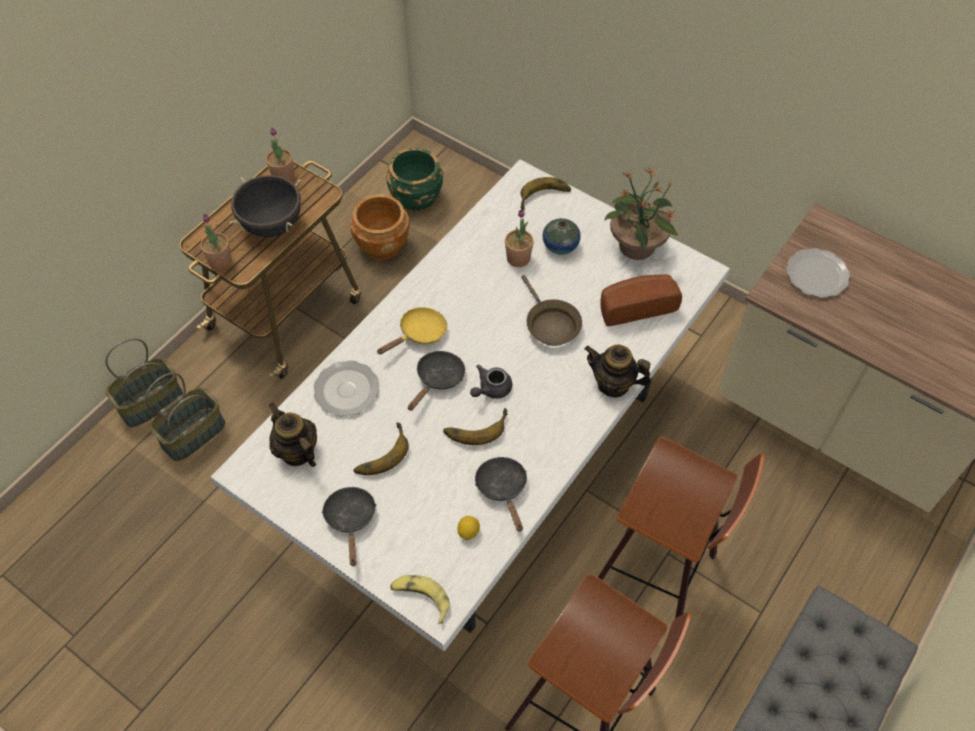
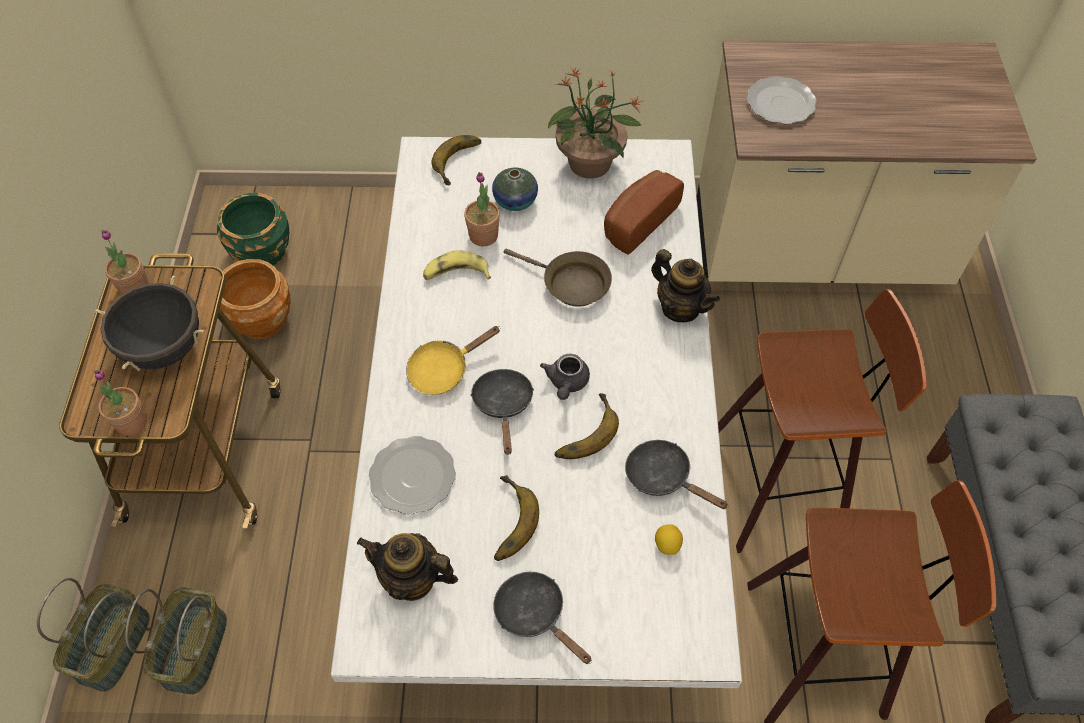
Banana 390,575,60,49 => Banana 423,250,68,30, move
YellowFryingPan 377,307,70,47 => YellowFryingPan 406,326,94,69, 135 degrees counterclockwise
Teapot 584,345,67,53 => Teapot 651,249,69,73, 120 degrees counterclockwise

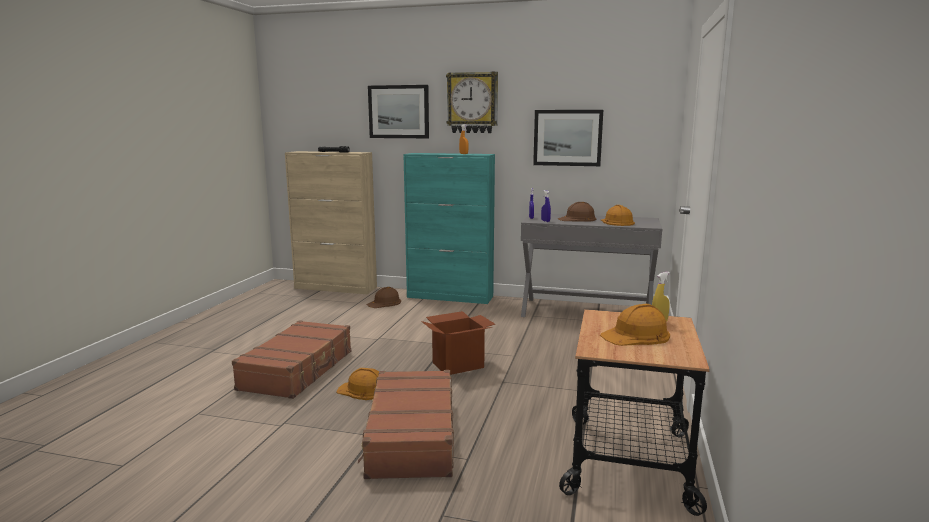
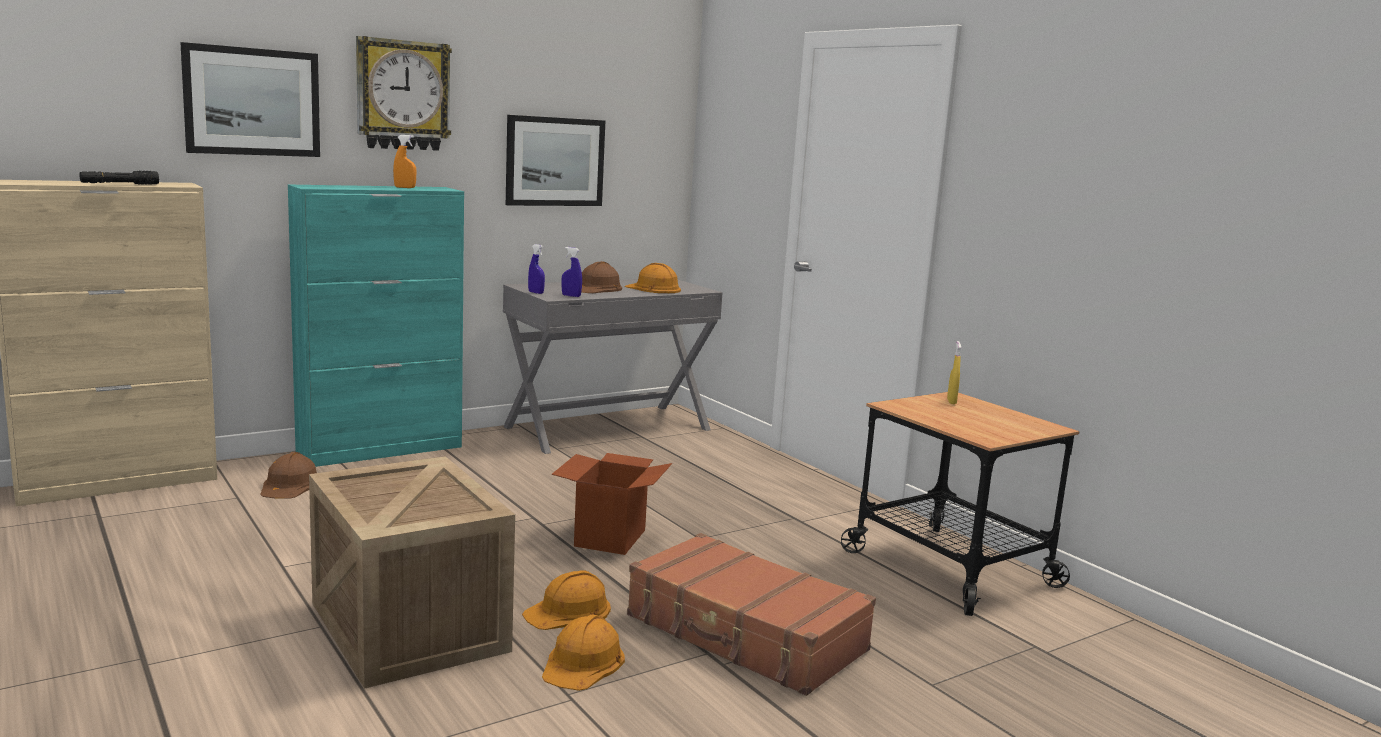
OrangeHardHat 600,304,70,42 => OrangeHardHat 542,614,83,77, move
BrownSuitcase 232,320,119,79 => Crate 309,456,206,233

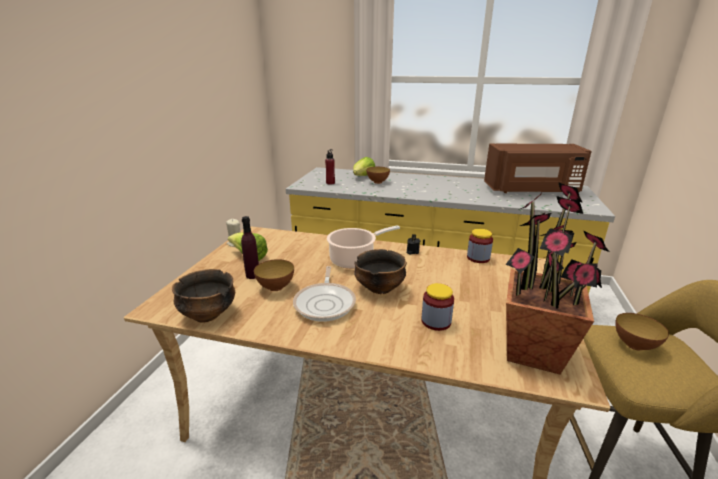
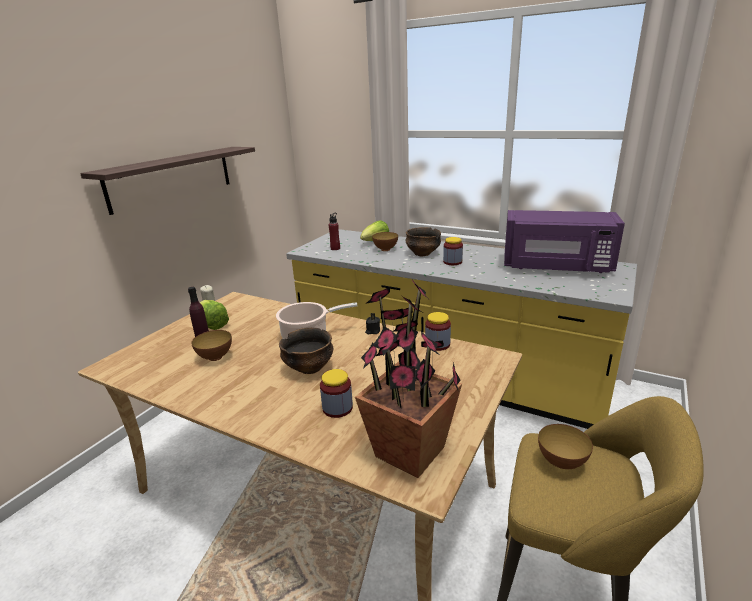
FryingPan 293,266,63,56 => nothing
nothing => Shelf 80,147,175,68
nothing => Jar 443,237,20,28
Bowl 172,269,63,54 => Bowl 405,227,36,29, move
BrownMicrowave 484,144,108,49 => PurpleMicrowave 504,210,121,63

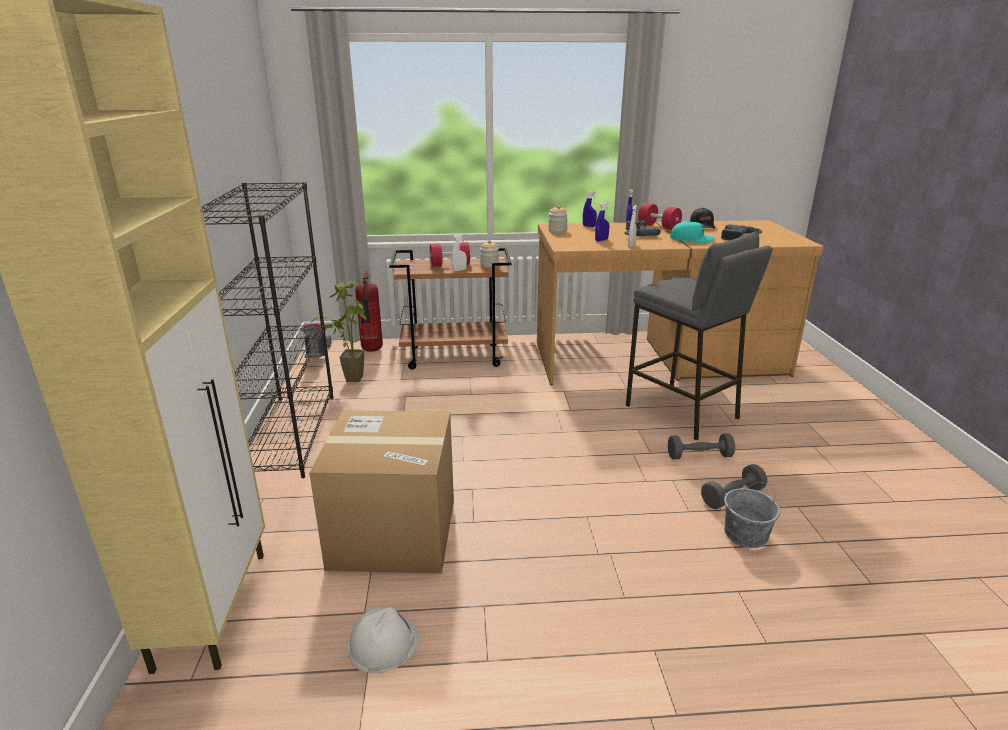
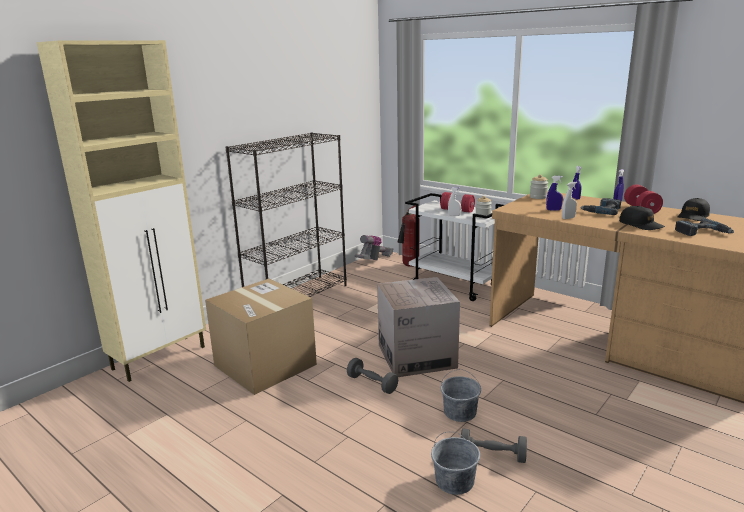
PottedPlant 310,281,57,101 => nothing
WhiteHardHat 348,607,71,66 => nothing
GreyStool 626,232,146,208 => nothing
nothing => CardboardBox 377,277,83,100
nothing => GreyBucket 441,369,40,53
GreyDumbbell 668,433,67,26 => GreyDumbbell 347,358,51,36, move
BrownCart 389,248,123,122 => WhiteCart 405,193,99,108
TurquoiseCap 670,221,45,22 => BlackCap 619,206,46,24

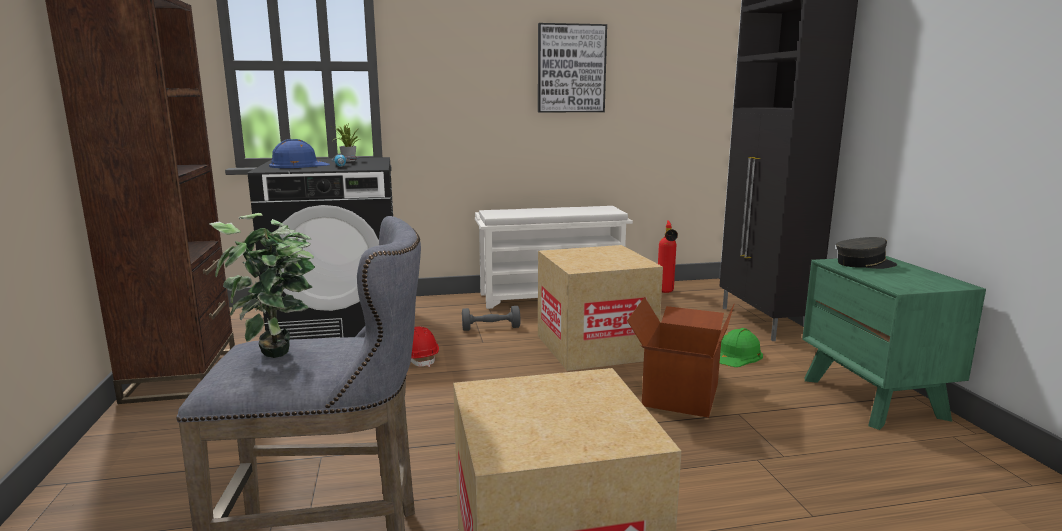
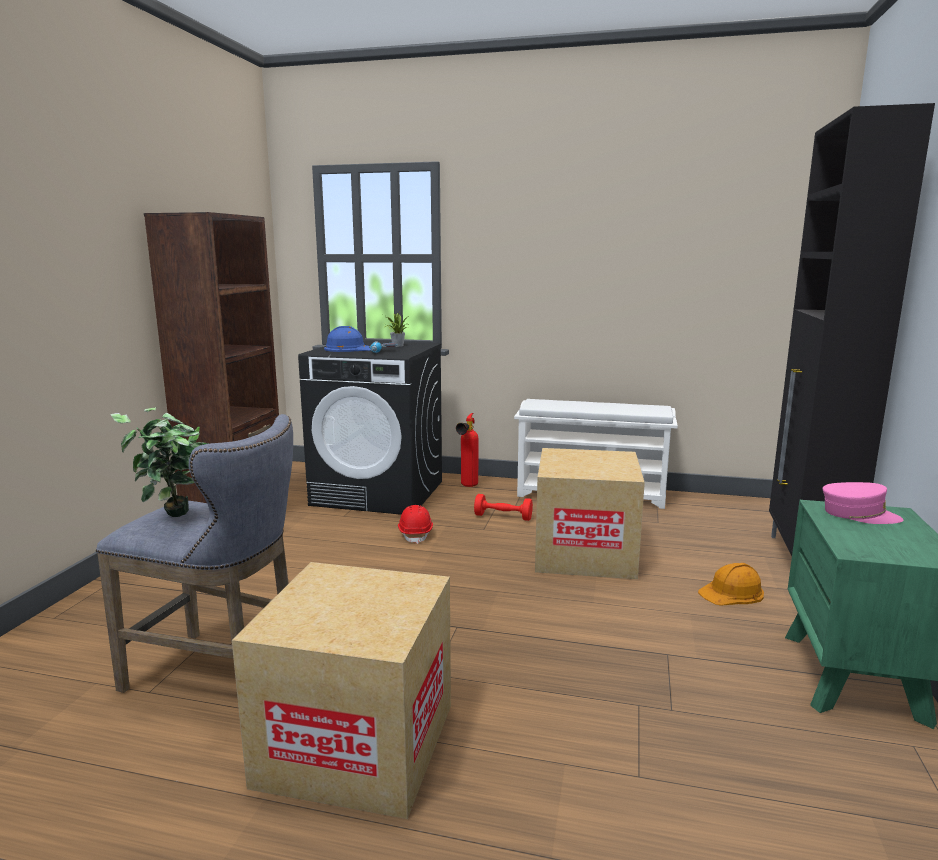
Picture 538,23,69,90 => nothing
CardboardBox 627,297,107,121 => nothing
FireExtinguisher 658,220,20,73 => FireExtinguisher 456,413,22,74, move
GreyDumbbell 462,306,58,25 => RedDumbbell 474,494,59,27
GreenHardHat 720,328,43,39 => OrangeHardHat 698,563,66,43
GreyCap 836,237,62,32 => PinkCap 823,482,80,42

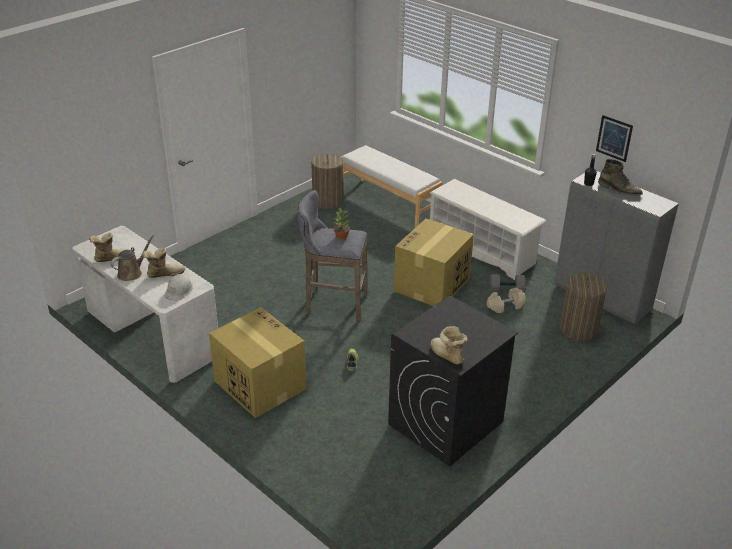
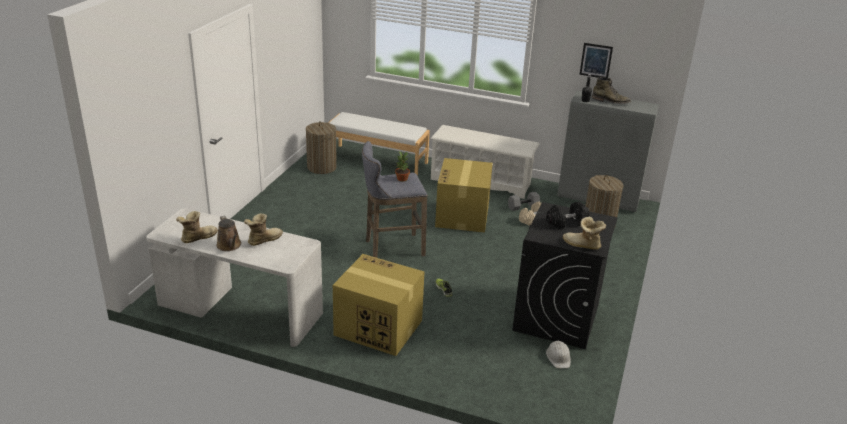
nothing => BlackDumbbell 546,202,44,27
WhiteHardHat 165,274,28,27 => WhiteHardHat 546,341,25,27, move
BrownWateringCan 111,235,43,46 => BrownWateringCan 216,215,25,36, 135 degrees clockwise

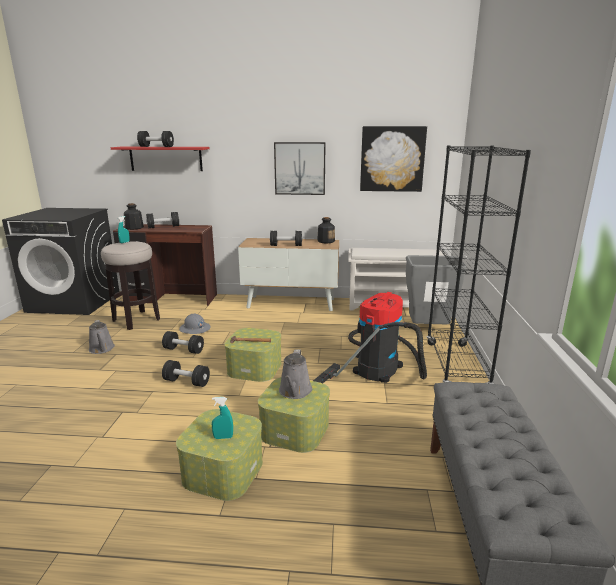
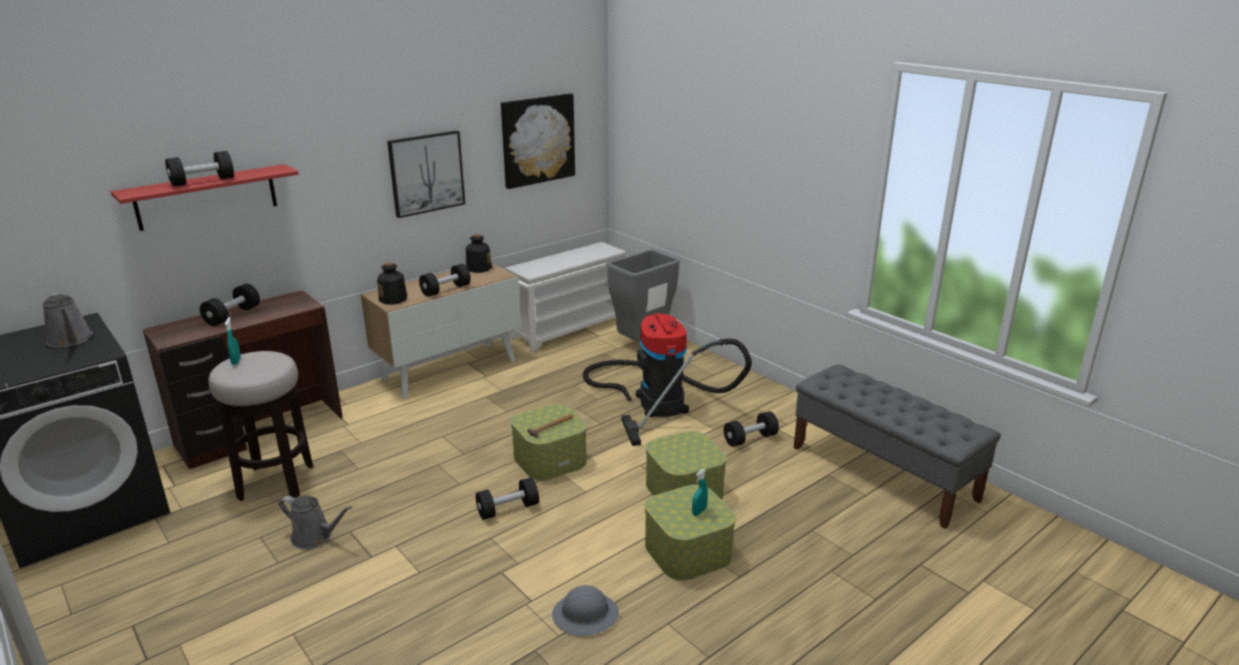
BlackBookcase 427,145,104,239 => nothing
Bottle 124,203,20,27 => Bottle 377,262,30,43, move
BlackDumbbell 162,331,42,23 => BlackDumbbell 724,411,55,36, move
GreyHardHat 179,313,31,21 => GreyHardHat 552,585,67,51, move
GreyWateringCan 279,349,33,50 => GreyWateringCan 42,292,51,56, move

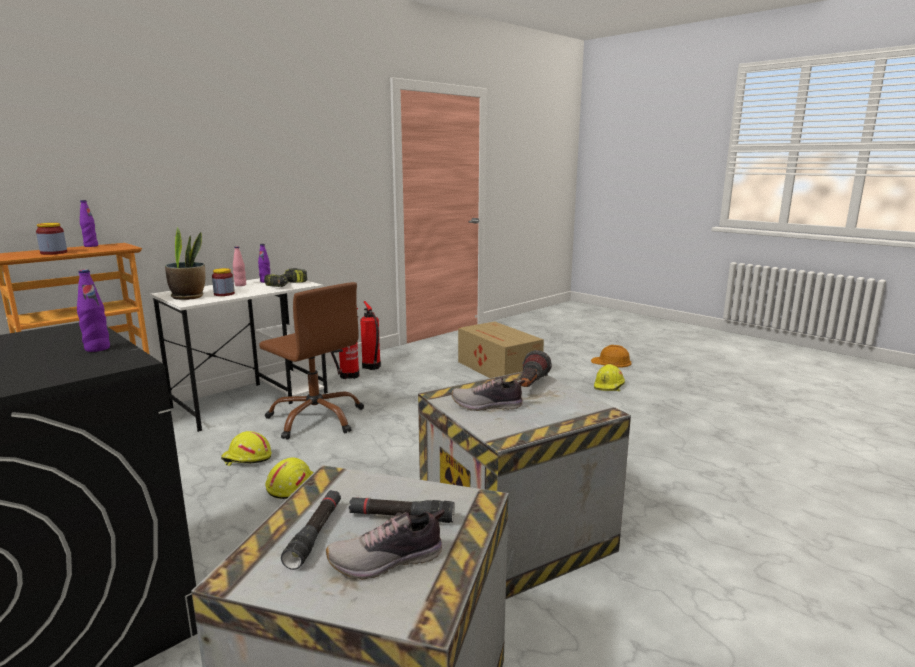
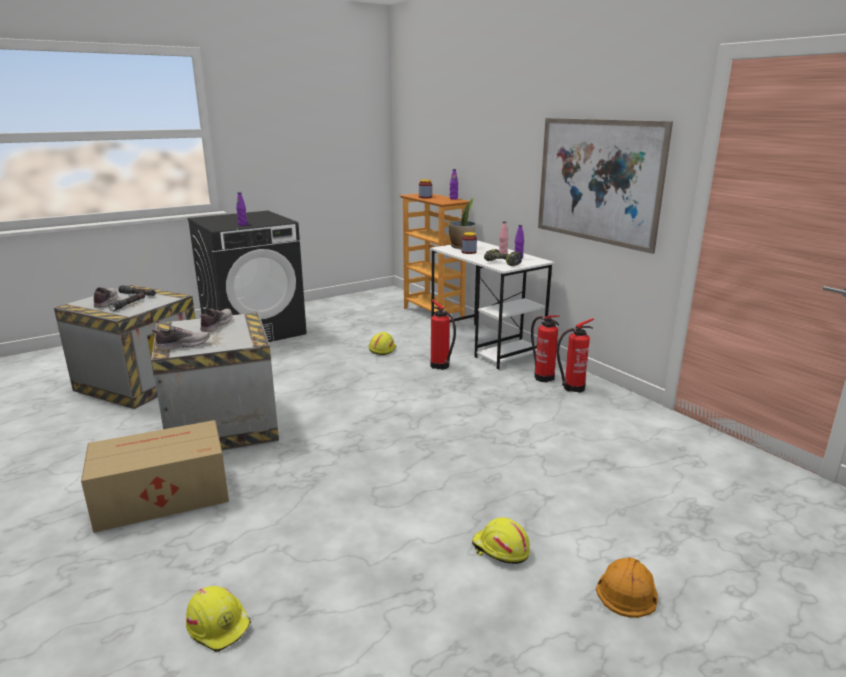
Flashlight 520,350,32,37 => nothing
nothing => Shoe 152,326,58,24
nothing => Picture 538,118,135,136
YellowHardHat 265,457,49,42 => YellowHardHat 186,586,65,66, move
CardboardBox 458,322,86,56 => CardboardBox 81,420,148,113, move
BrownOfficeChair 259,282,105,158 => FireExtinguisher 430,299,26,71

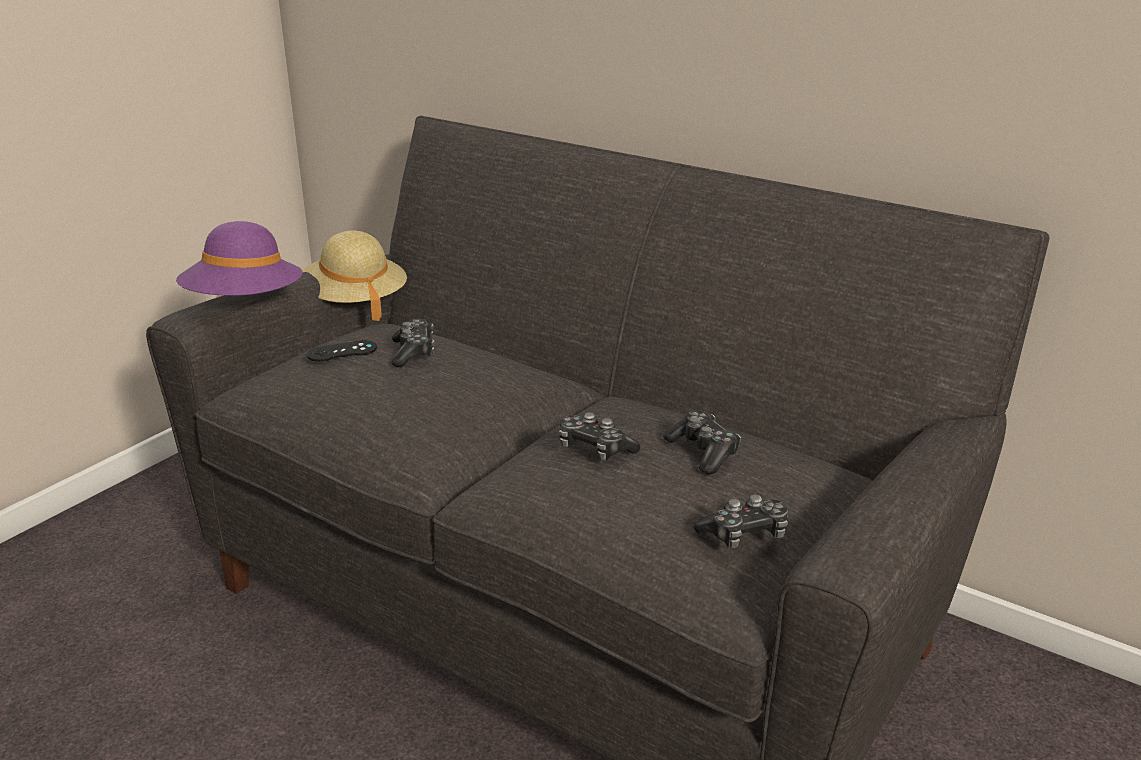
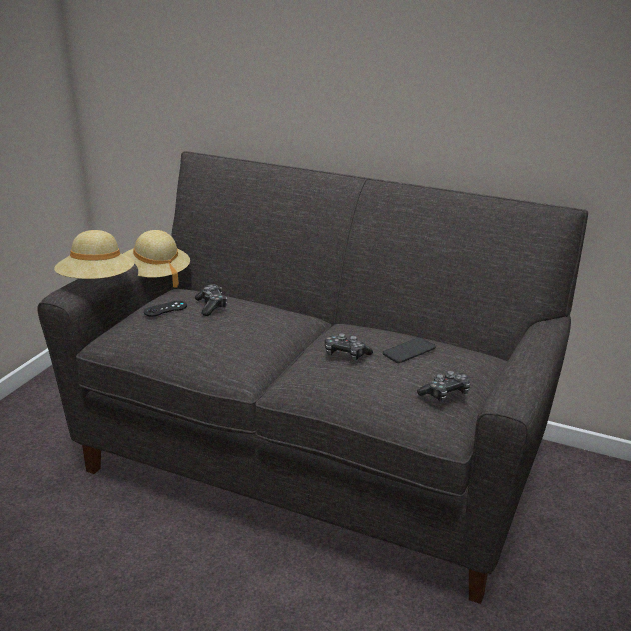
GameController 663,410,78,64 => Phone 383,337,53,26
PurpleHat 176,221,127,75 => BeigeHat 54,230,80,49

